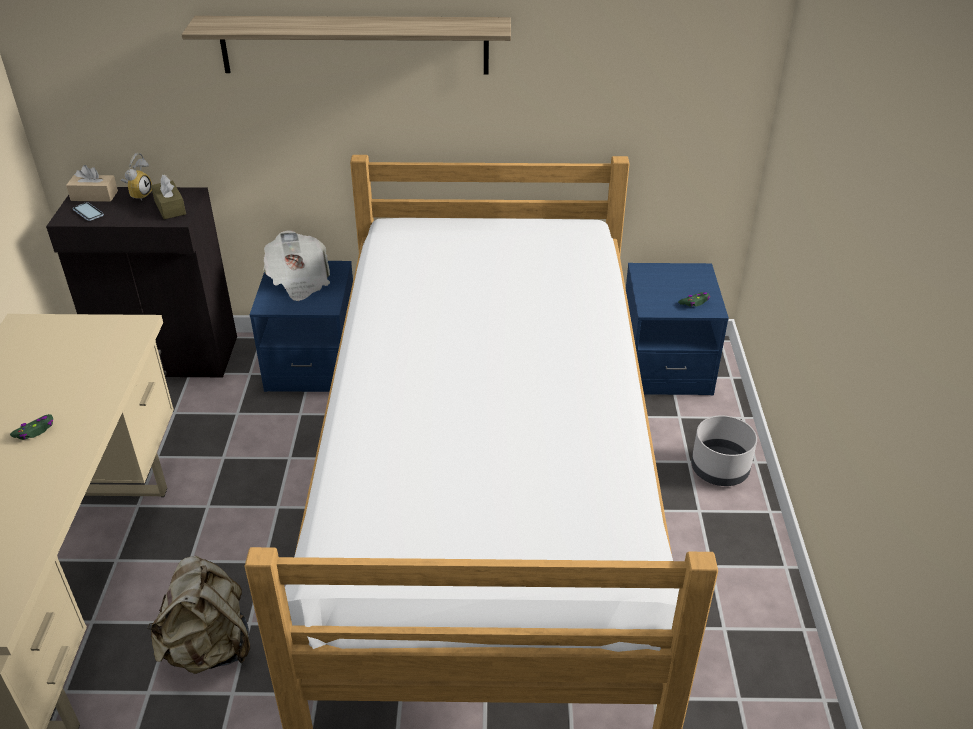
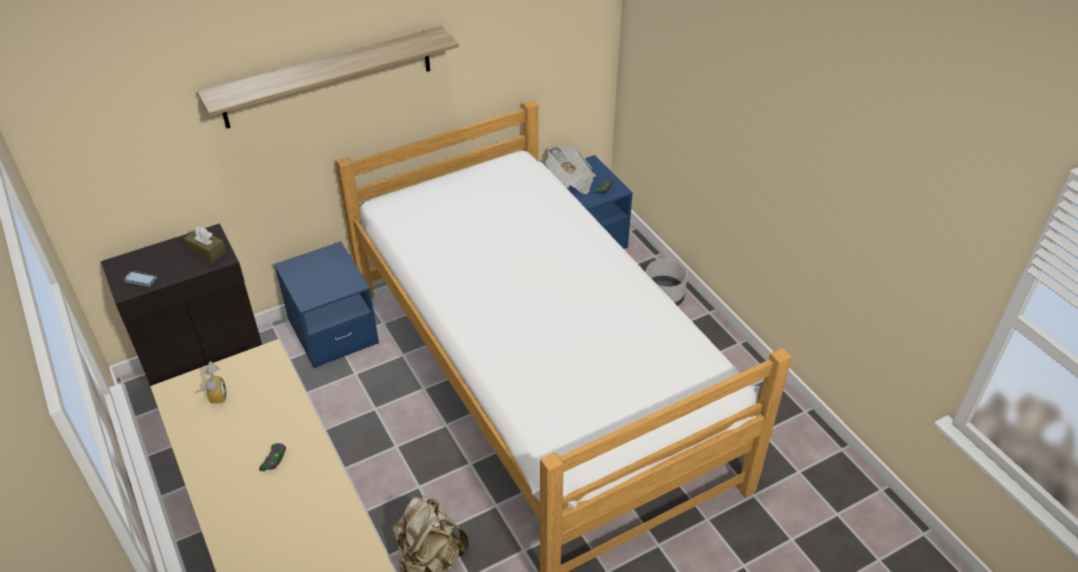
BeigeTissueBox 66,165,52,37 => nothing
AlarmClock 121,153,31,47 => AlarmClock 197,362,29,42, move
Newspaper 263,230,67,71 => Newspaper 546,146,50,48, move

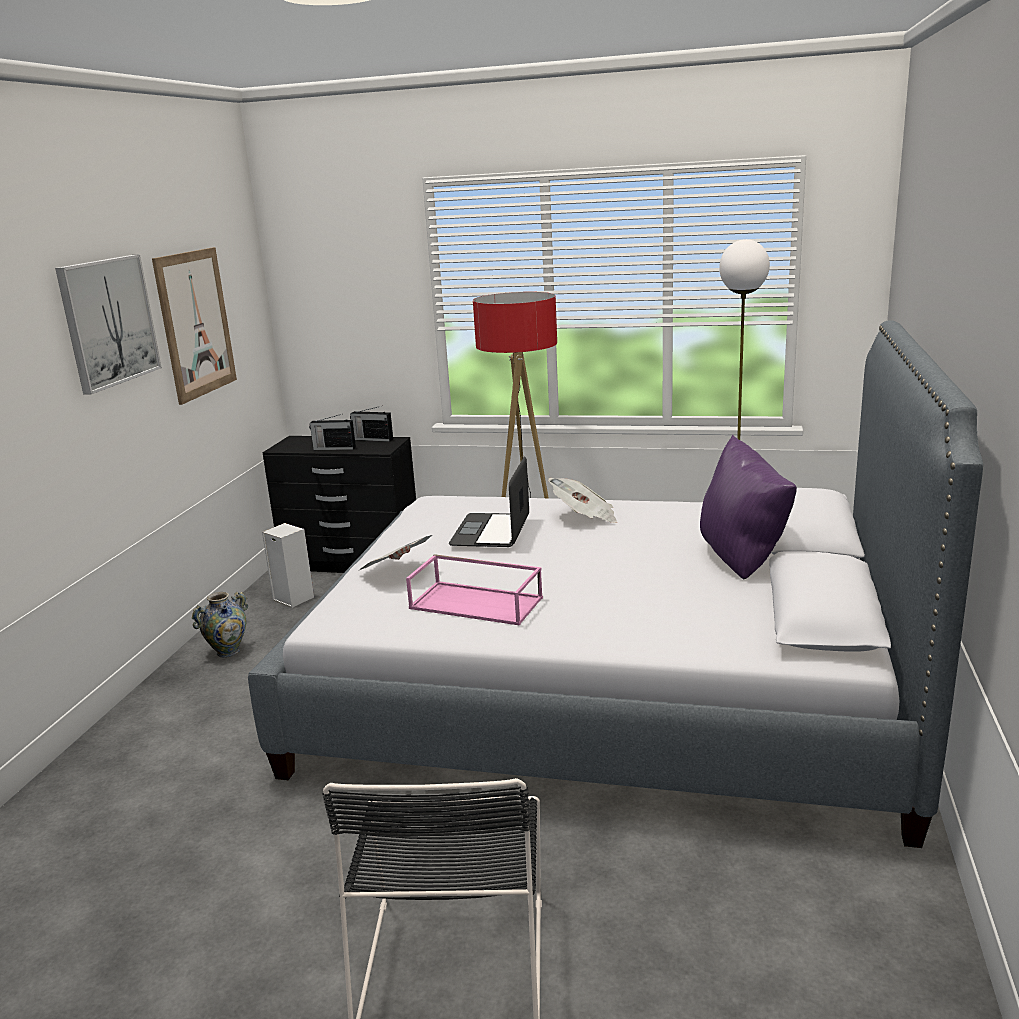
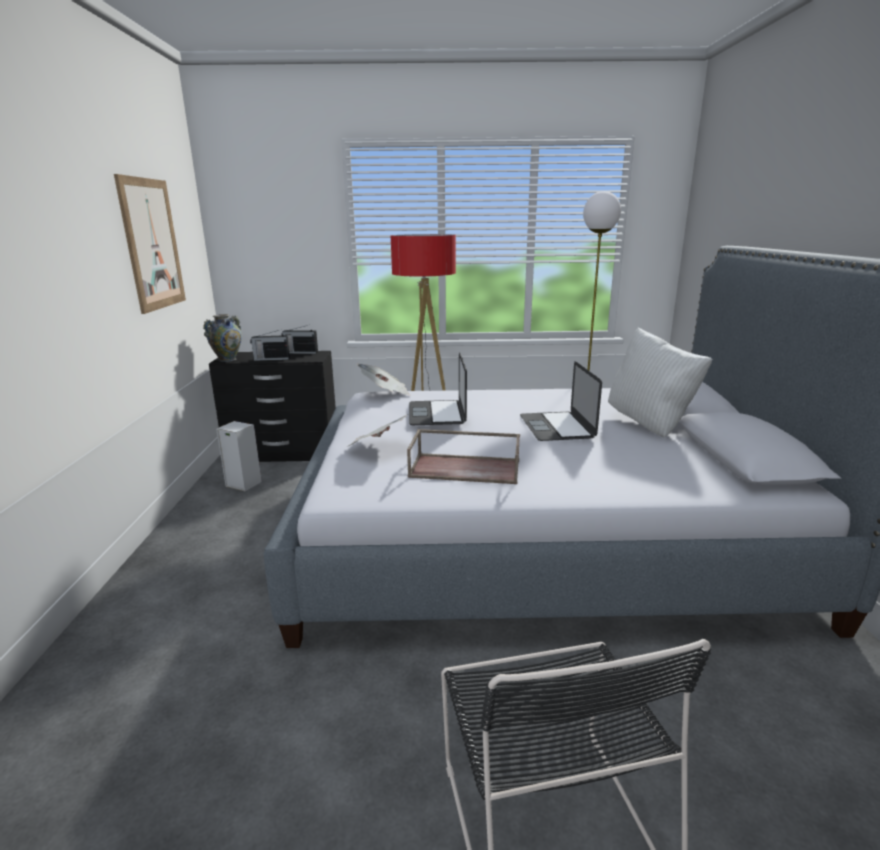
Picture 55,254,107,140 => nothing
nothing => Laptop 520,361,82,80
Vase 192,592,56,66 => Vase 203,314,39,48, move
Newspaper 548,478,69,45 => Newspaper 357,364,53,31, move
PinkTray 406,554,137,71 => BrownTray 407,429,113,55
PurplePillow 700,435,97,144 => WhitePillow 608,326,105,111

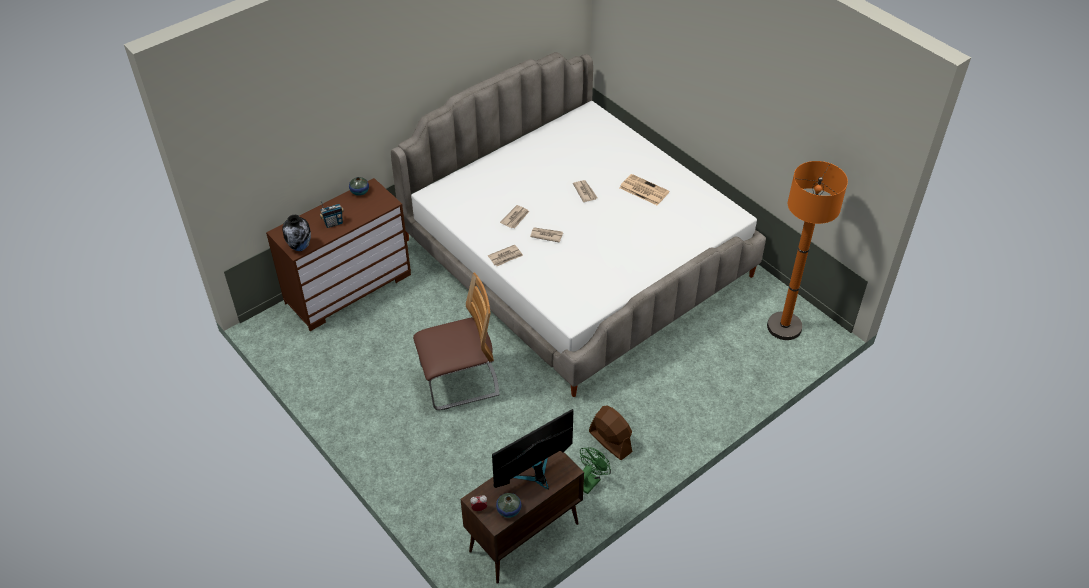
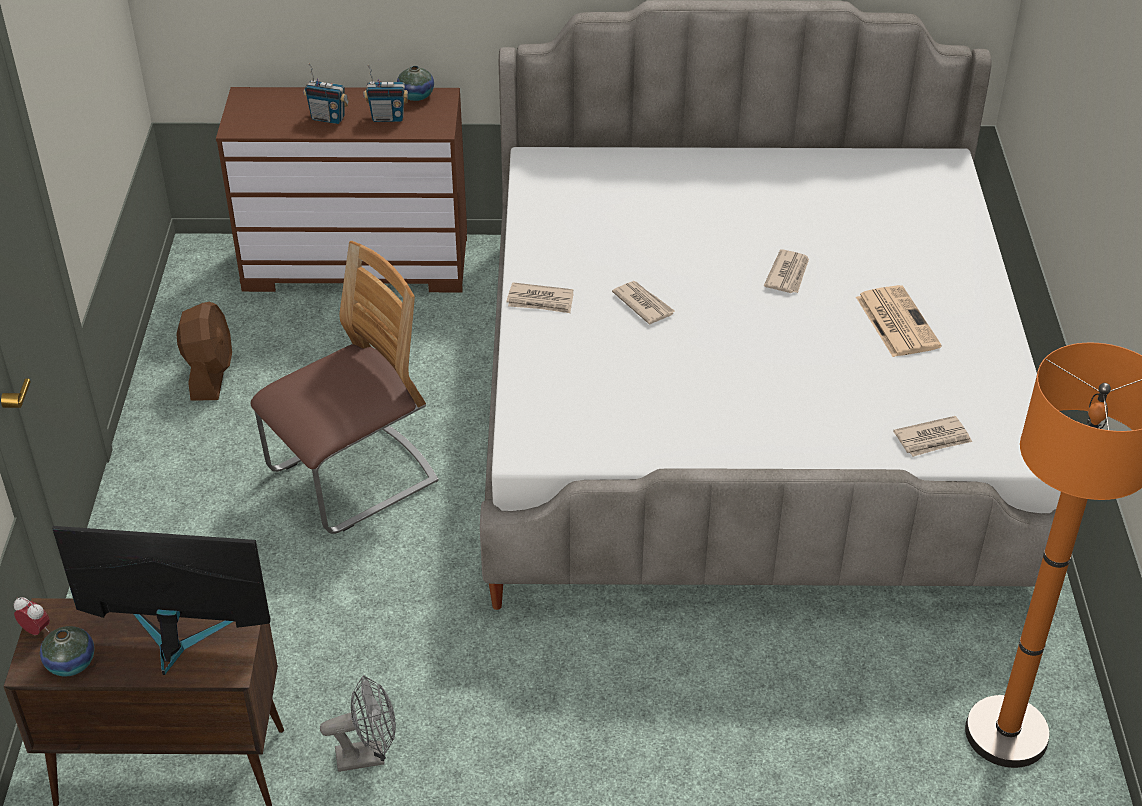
Vase 282,215,29,36 => nothing
nothing => Radio 364,65,44,57
Newspaper 500,205,29,23 => Newspaper 893,416,79,41, move
BrownFan 589,406,44,54 => BrownFan 176,302,56,99, move
GreenFan 580,447,31,47 => GreyFan 320,675,76,97
Chair 413,272,86,138 => Chair 250,241,189,293, 60 degrees counterclockwise

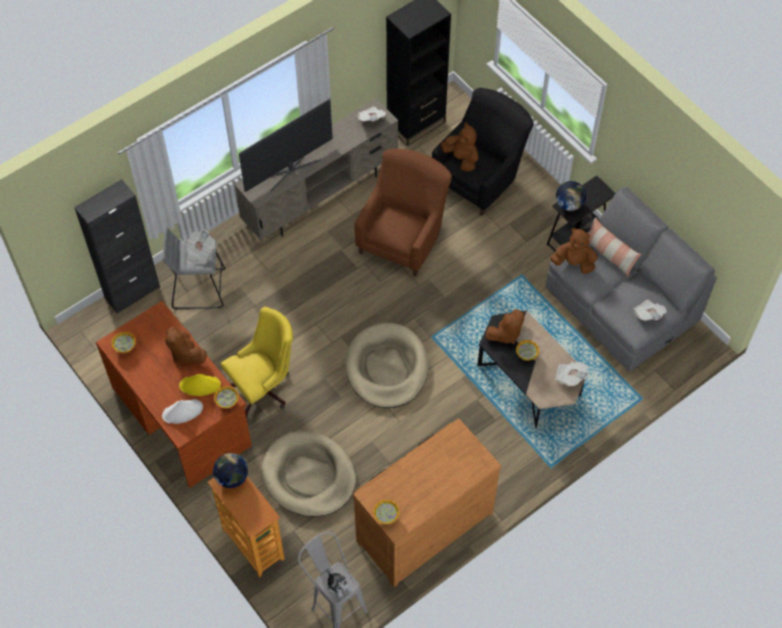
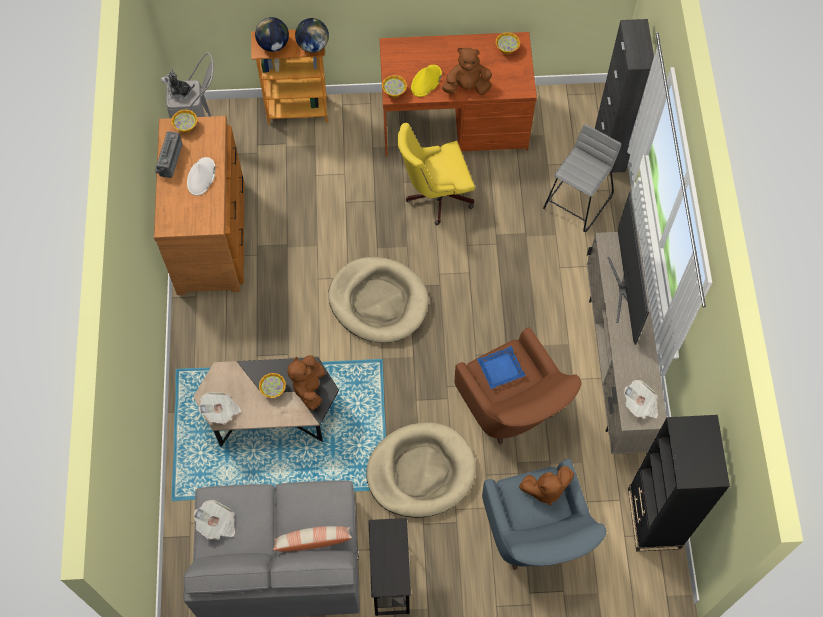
Newspaper 186,230,30,35 => nothing
BrownPlushToy 550,228,48,46 => nothing
nothing => Radio 155,131,27,47
nothing => BlueTray 477,346,49,43
WhiteHat 162,399,41,25 => WhiteHat 187,157,29,39, move
BeigeDogBed 261,431,95,86 => BeigeDogBed 366,422,110,96, move
Globe 556,181,30,30 => Globe 255,17,34,35, move
BlackArmchair 432,88,102,128 => BlueArmchair 482,458,124,112
YellowOfficeChair 221,307,72,109 => YellowOfficeChair 397,123,78,102, 75 degrees clockwise

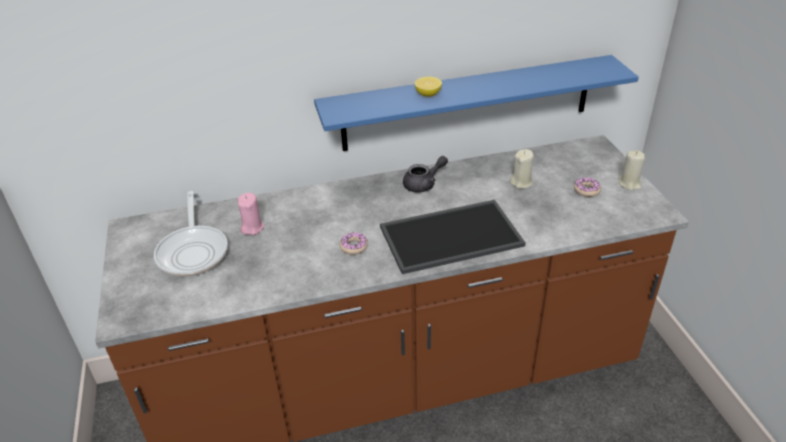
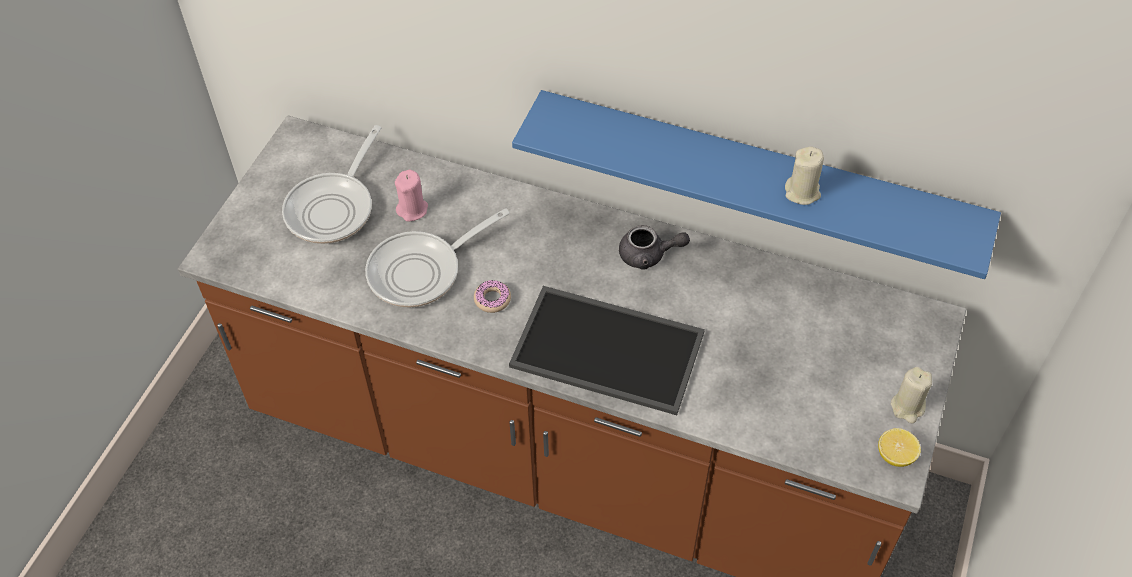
Donut 574,177,27,20 => nothing
nothing => FryingPan 365,208,145,100
Lemon 415,77,27,20 => Lemon 878,428,43,39, move
BeigeCandle 510,149,24,40 => BeigeCandle 785,146,39,59, move

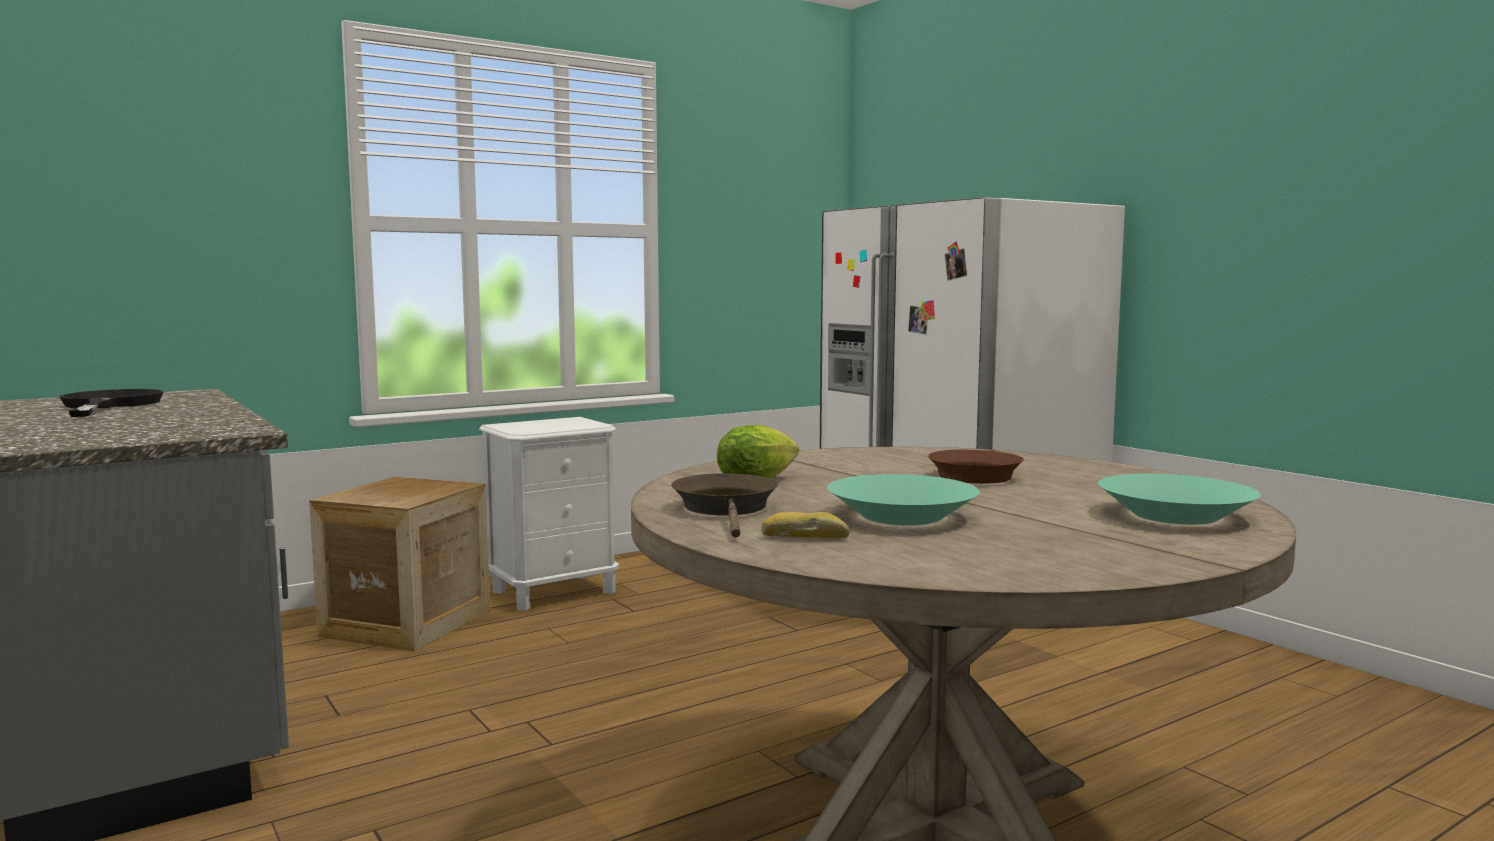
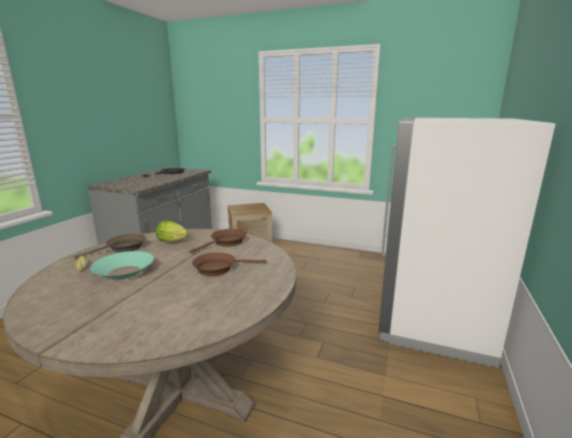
WhiteNightstand 479,417,140,194 => nothing
TurquoiseBowl 1098,474,163,51 => nothing
nothing => BrownFryingPan 189,229,58,24

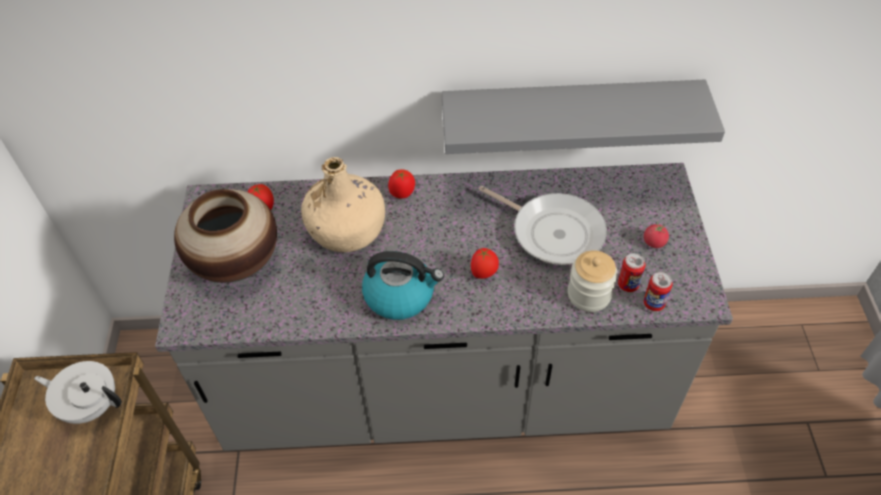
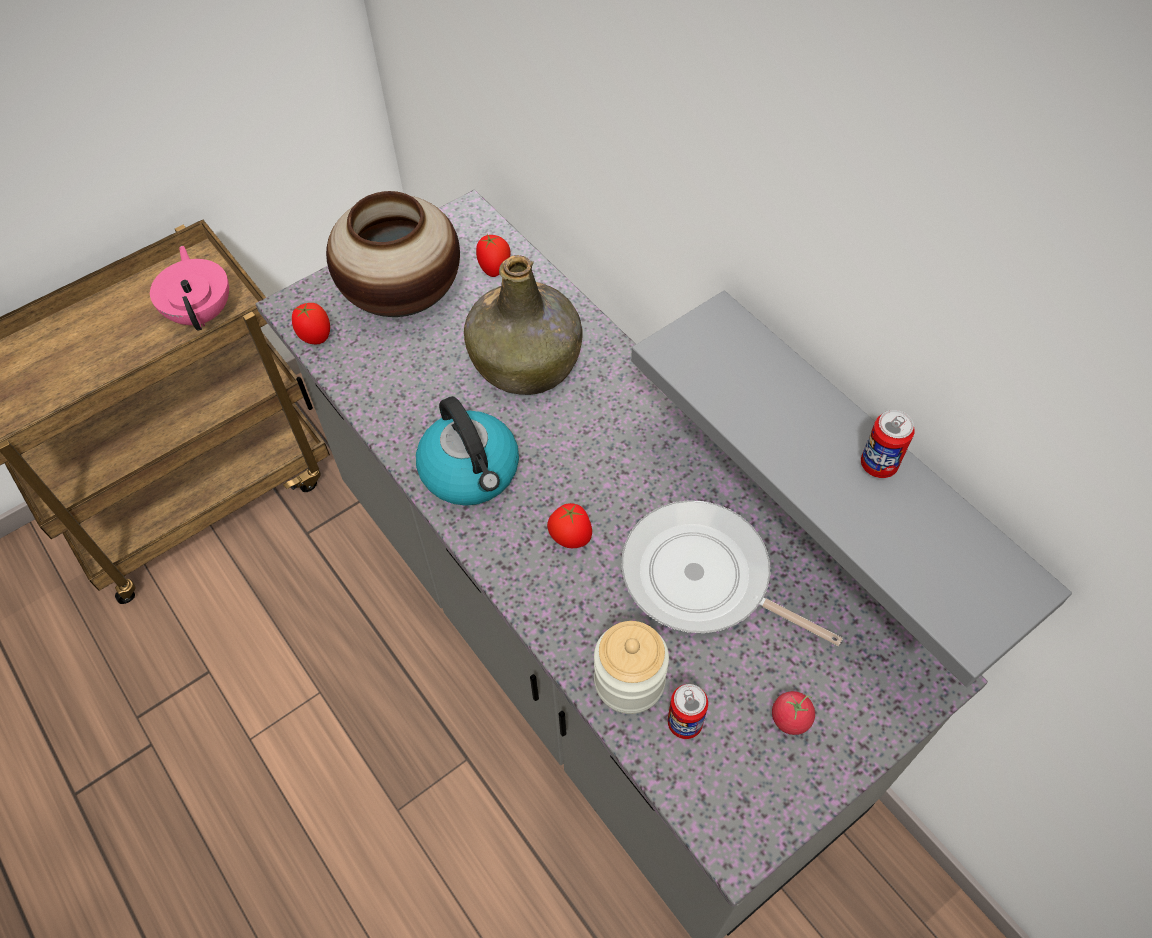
Tomato 388,169,27,30 => Tomato 292,303,38,41, move
Can 644,272,29,39 => Can 861,410,54,68, move
WhiteTeapot 34,361,88,63 => PinkTeapot 150,246,79,85
BeigeBottle 301,157,84,95 => GreenBottle 464,255,118,140
FryingPan 479,186,128,79 => FryingPan 621,500,222,146, 120 degrees clockwise

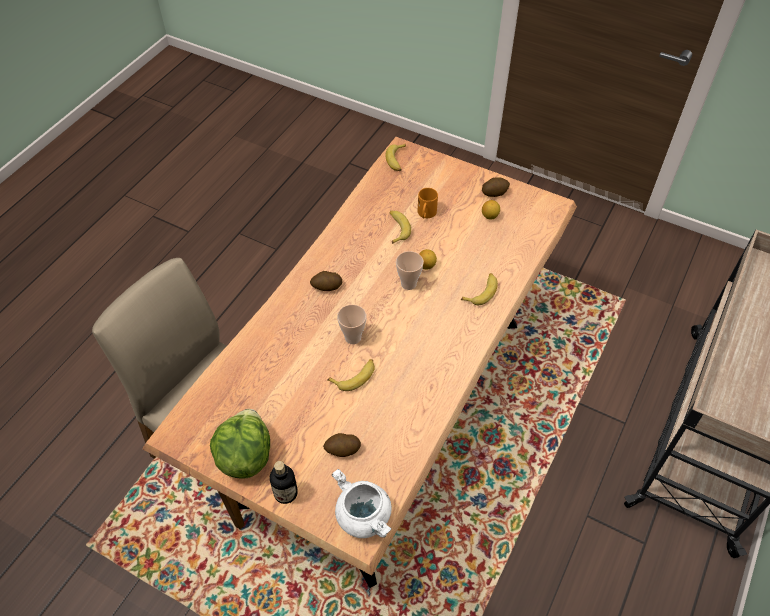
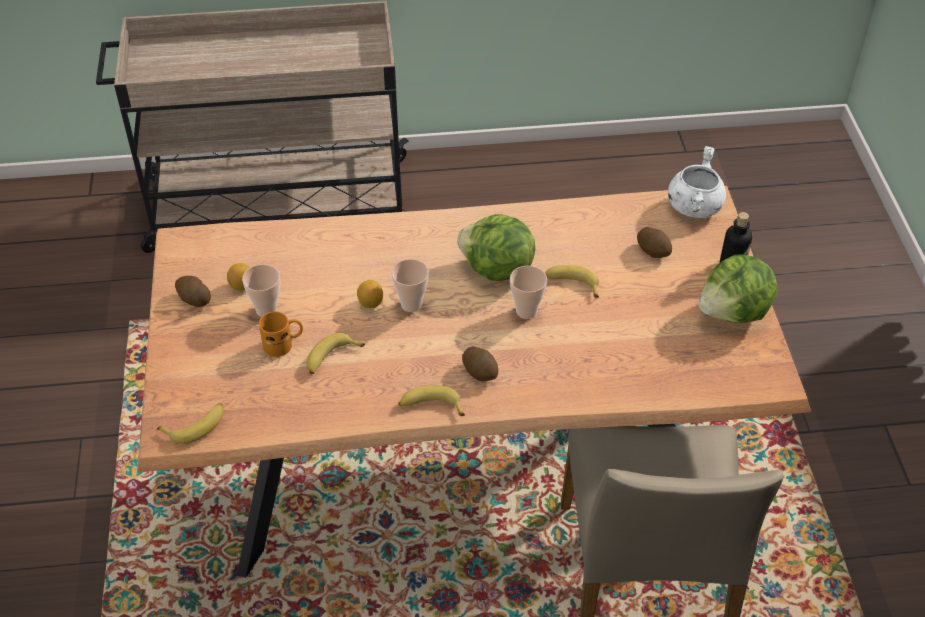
nothing => Cup 242,264,38,53
nothing => Lettuce 457,214,78,67
Banana 461,273,37,32 => Banana 398,385,67,31, move

